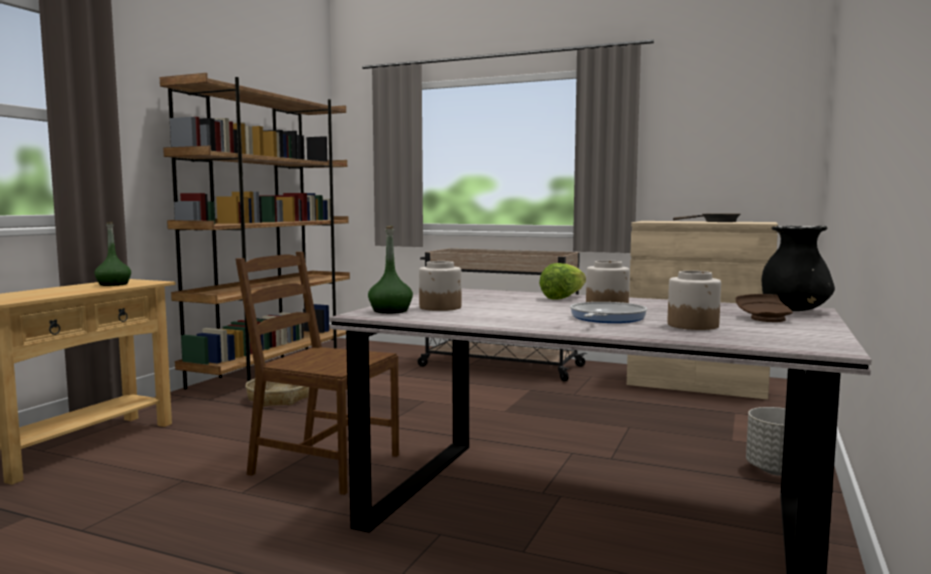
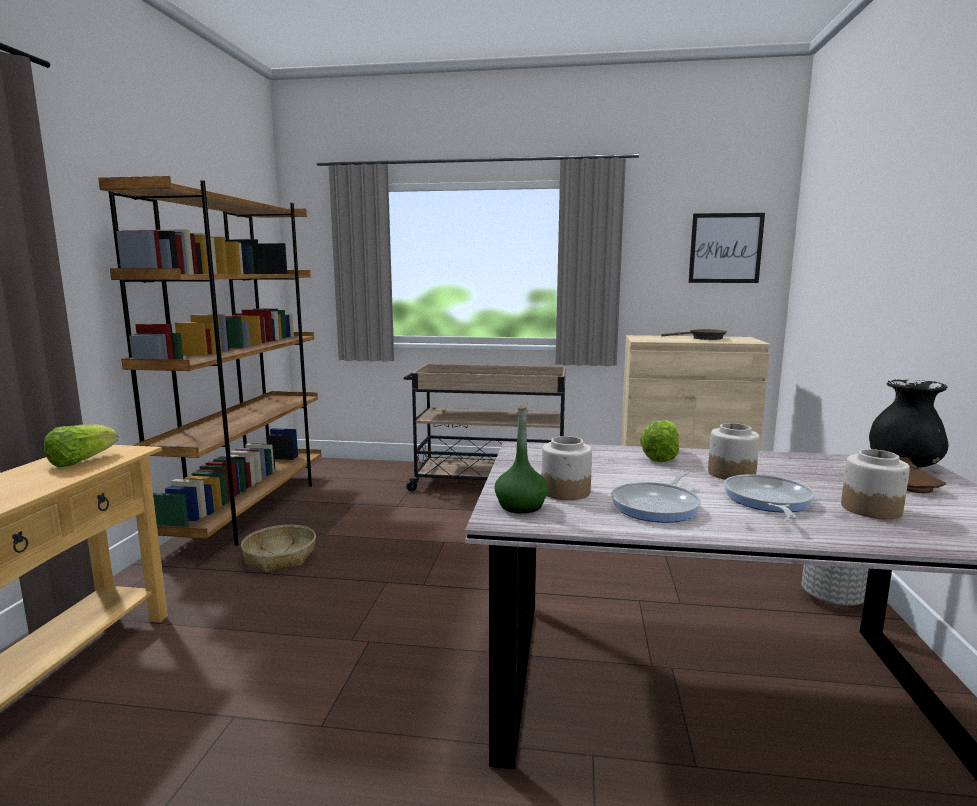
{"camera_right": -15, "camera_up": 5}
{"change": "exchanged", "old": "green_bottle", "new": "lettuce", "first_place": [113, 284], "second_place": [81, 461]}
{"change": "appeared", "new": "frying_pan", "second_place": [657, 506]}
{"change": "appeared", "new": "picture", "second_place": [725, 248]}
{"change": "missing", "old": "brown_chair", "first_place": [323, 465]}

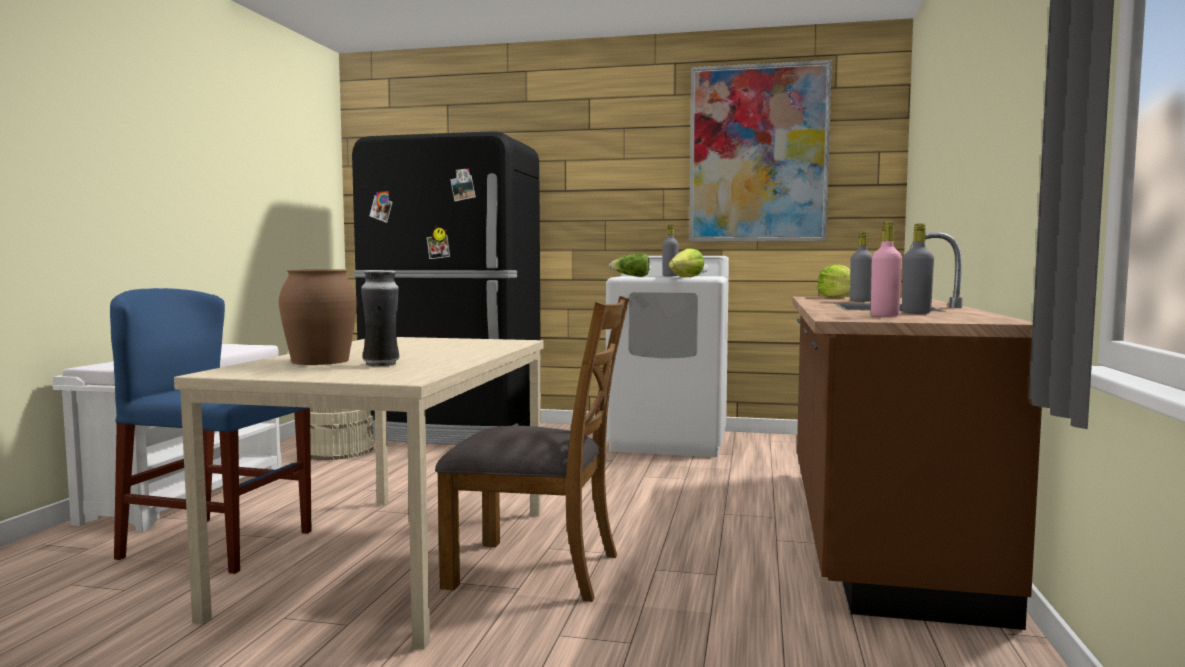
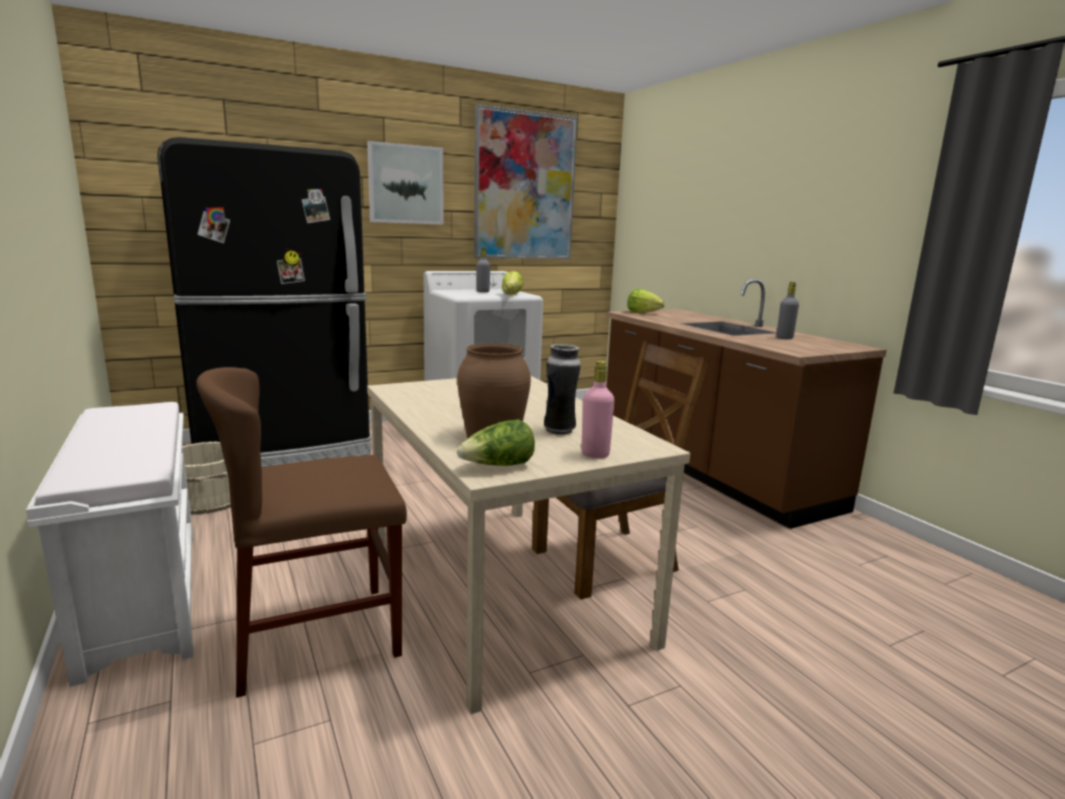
{"camera_right": -40, "camera_up": 10}
{"change": "colour", "old": "blue_chair", "new": "brown_chair", "first_place": [218, 544], "second_place": [316, 636]}
{"change": "appeared", "new": "picture", "second_place": [406, 184]}
{"change": "relocated", "old": "lettuce", "first_place": [631, 276], "second_place": [498, 466]}
{"change": "relocated", "old": "pink_bottle", "first_place": [884, 316], "second_place": [595, 454]}
{"change": "missing", "old": "grey_bottle", "first_place": [860, 301]}

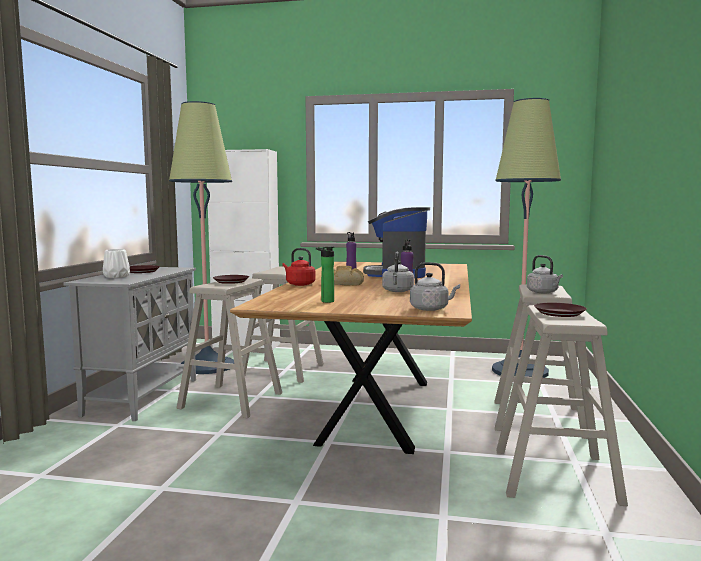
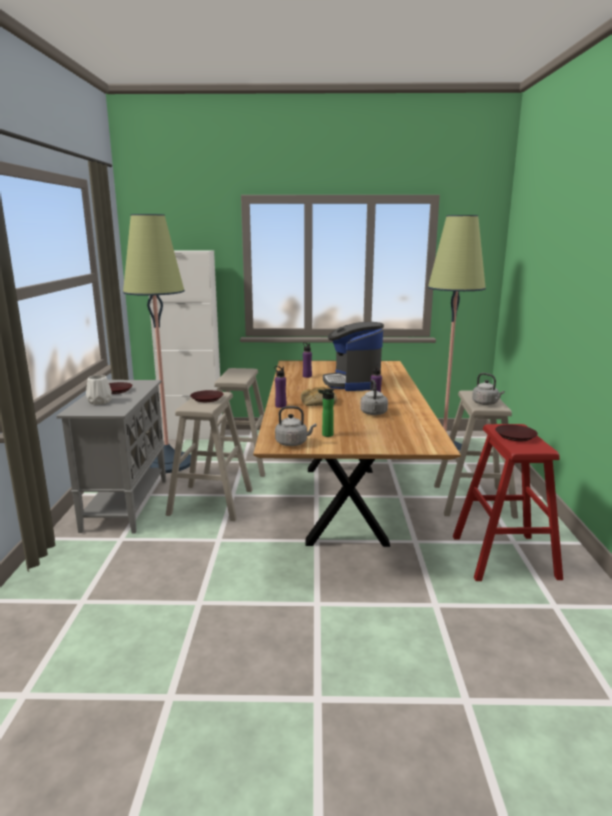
{"camera_right": -10, "camera_up": 10}
{"change": "exchanged", "old": "red_kettle", "new": "purple_bottle", "first_place": [299, 284], "second_place": [280, 406]}
{"change": "relocated", "old": "grey_kettle", "first_place": [431, 309], "second_place": [293, 443]}
{"change": "colour", "old": "beige_stool", "new": "red_stool", "first_place": [555, 476], "second_place": [504, 557]}

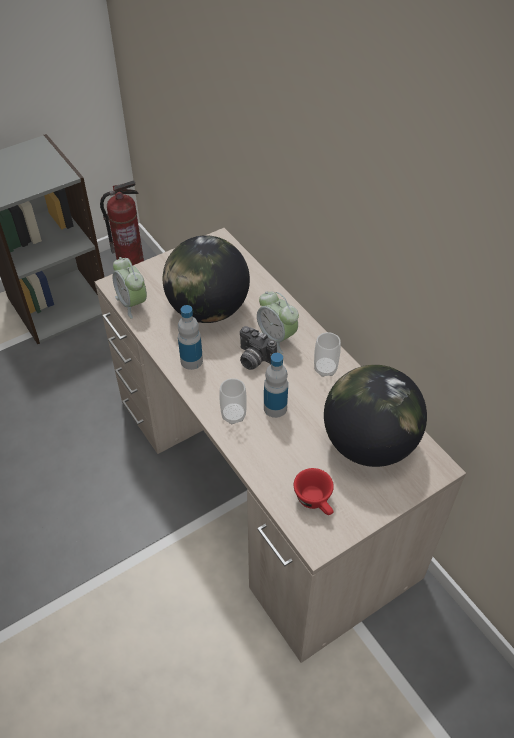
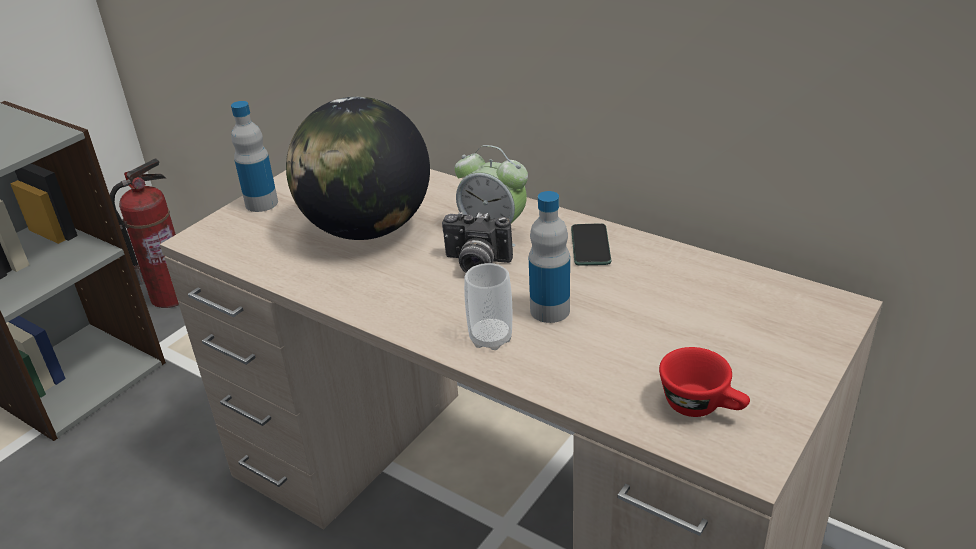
{"camera_right": -20, "camera_up": -15}
{"change": "relocated", "old": "bottle", "first_place": [191, 361], "second_place": [261, 203]}
{"change": "exchanged", "old": "cup", "new": "phone", "first_place": [325, 369], "second_place": [590, 246]}
{"change": "missing", "old": "alarm_clock", "first_place": [132, 303]}
{"change": "missing", "old": "globe", "first_place": [369, 444]}

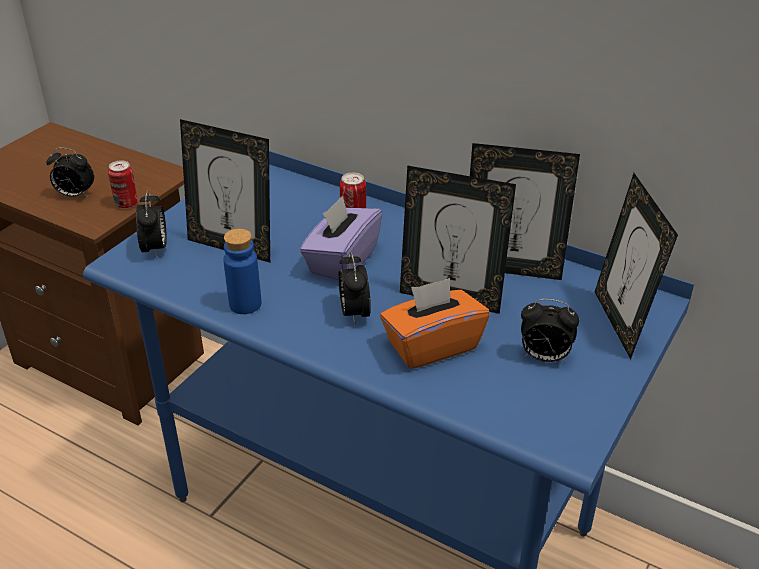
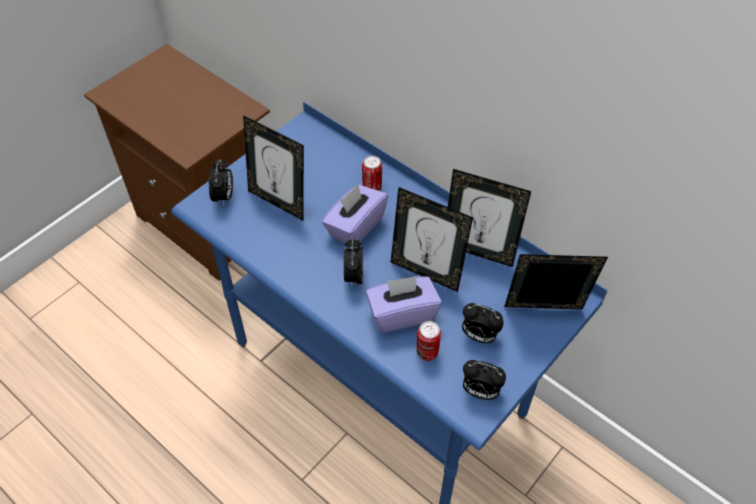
{"camera_right": 10, "camera_up": 15}
{"change": "colour", "old": "orange_tissue_box", "new": "purple_tissue_box", "first_place": [432, 345], "second_place": [402, 314]}
{"change": "relocated", "old": "can", "first_place": [126, 204], "second_place": [427, 352]}
{"change": "relocated", "old": "alarm_clock", "first_place": [75, 195], "second_place": [480, 391]}
{"change": "spun", "old": "picture_frame", "first_place": [620, 323], "second_place": [543, 313], "degrees": 90}
{"change": "missing", "old": "blue_bottle", "first_place": [245, 304]}

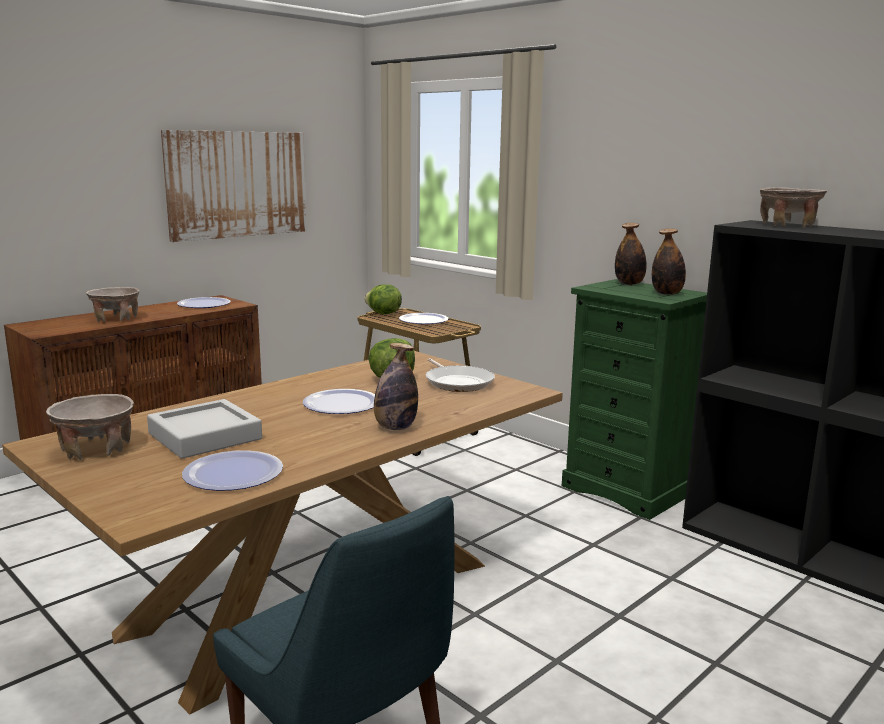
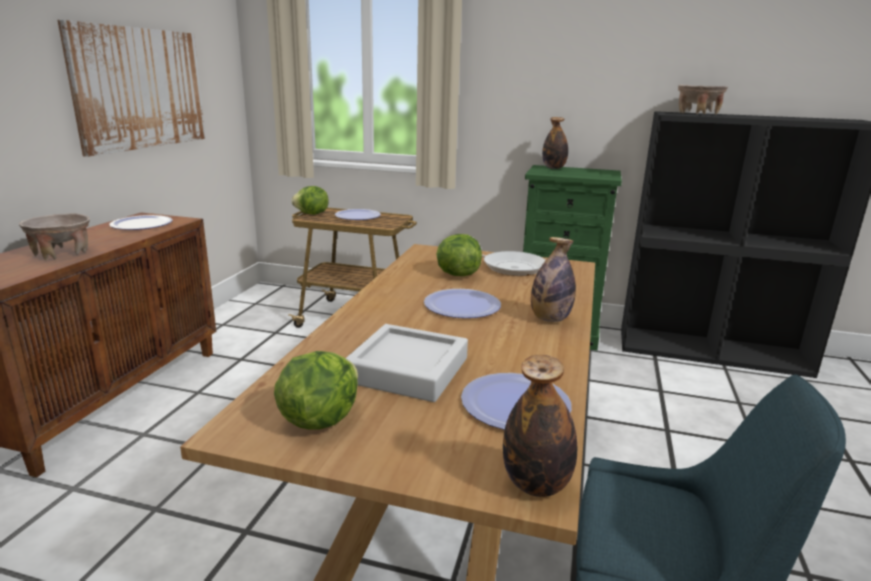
{"camera_right": -30, "camera_up": 5}
{"change": "exchanged", "old": "beige_bowl", "new": "lettuce", "first_place": [95, 449], "second_place": [319, 418]}
{"change": "relocated", "old": "bottle", "first_place": [667, 293], "second_place": [536, 484]}

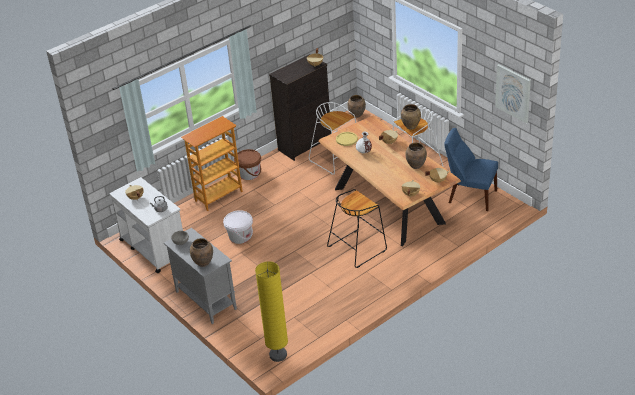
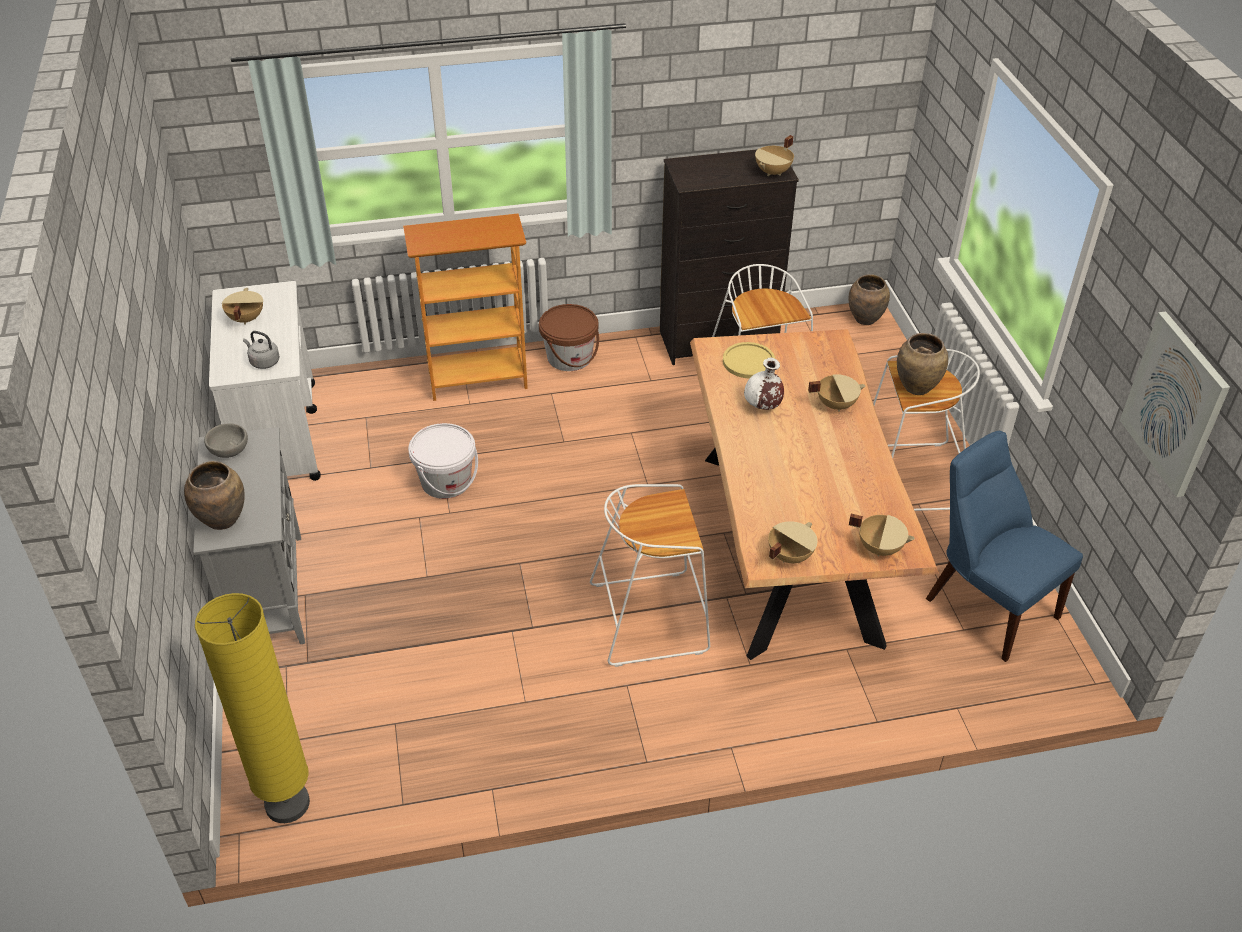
{"camera_right": 25, "camera_up": 5}
{"change": "colour", "old": "black_stool", "new": "white_stool", "first_place": [357, 248], "second_place": [650, 617]}
{"change": "missing", "old": "brown_vase", "first_place": [416, 166]}

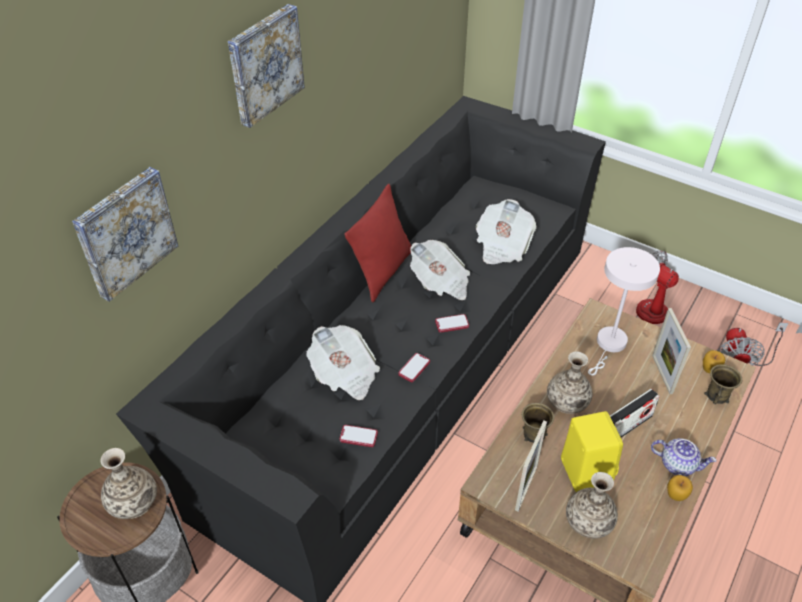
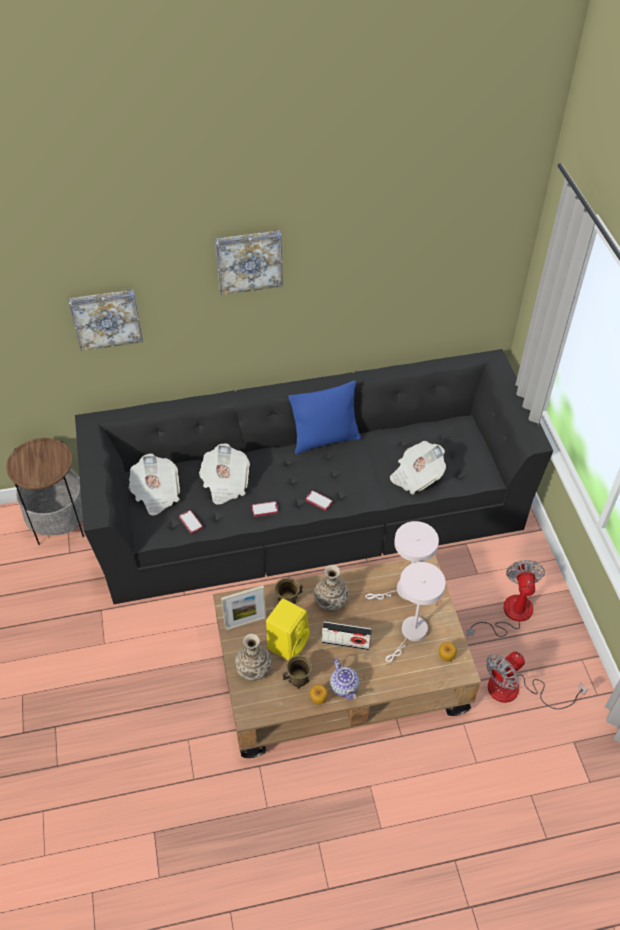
{"camera_right": 45, "camera_up": 5}
{"change": "relocated", "old": "newspaper", "first_place": [440, 283], "second_place": [156, 493]}
{"change": "relocated", "old": "brown_mug", "first_place": [717, 395], "second_place": [299, 679]}
{"change": "colour", "old": "red_pillow", "new": "blue_pillow", "first_place": [383, 272], "second_place": [325, 439]}
{"change": "exchanged", "old": "picture_frame", "new": "white_table_lamp", "first_place": [662, 374], "second_place": [411, 633]}
{"change": "missing", "old": "vase", "first_place": [133, 502]}

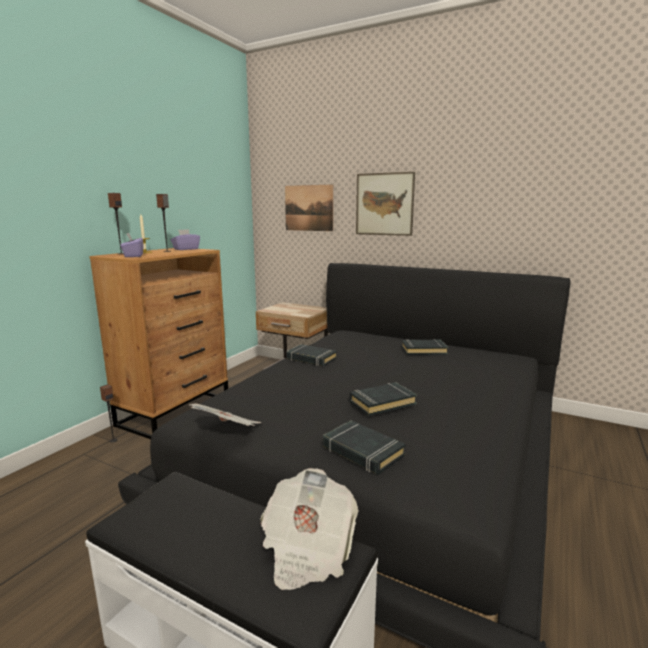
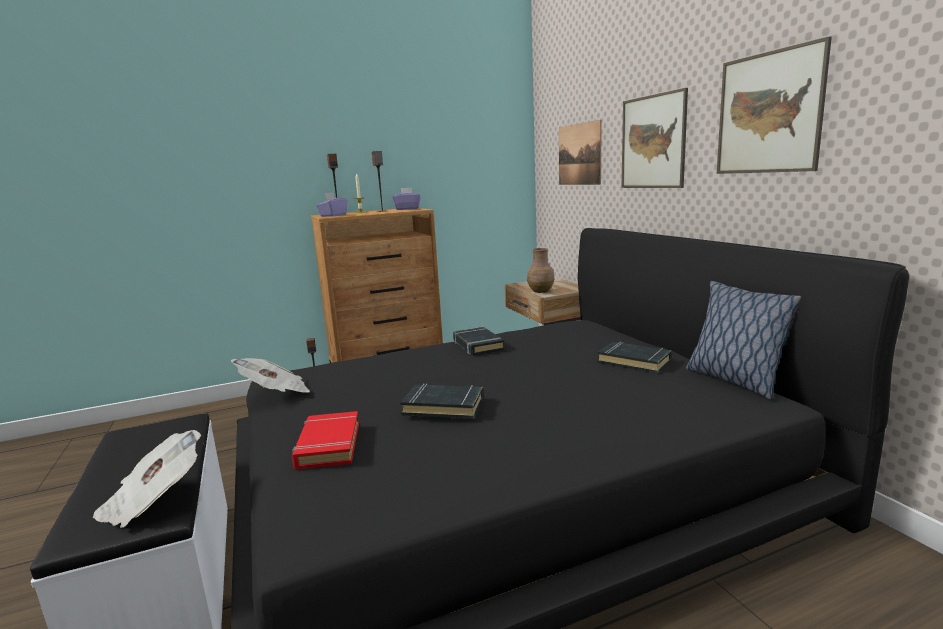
{"camera_right": 40, "camera_up": 0}
{"change": "colour", "old": "black_book", "new": "red_book", "first_place": [362, 452], "second_place": [328, 445]}
{"change": "appeared", "new": "brown_vase", "second_place": [541, 291]}
{"change": "appeared", "new": "pillow", "second_place": [734, 380]}
{"change": "appeared", "new": "picture", "second_place": [768, 113]}

